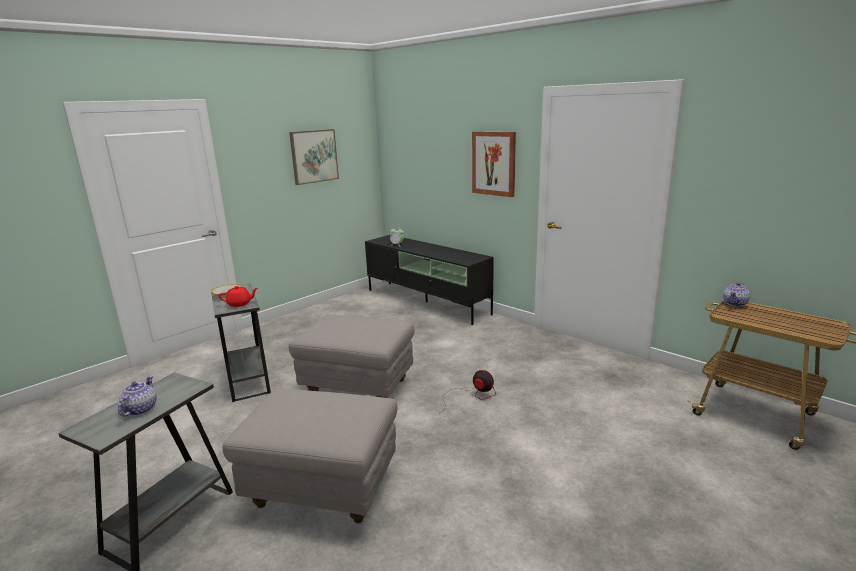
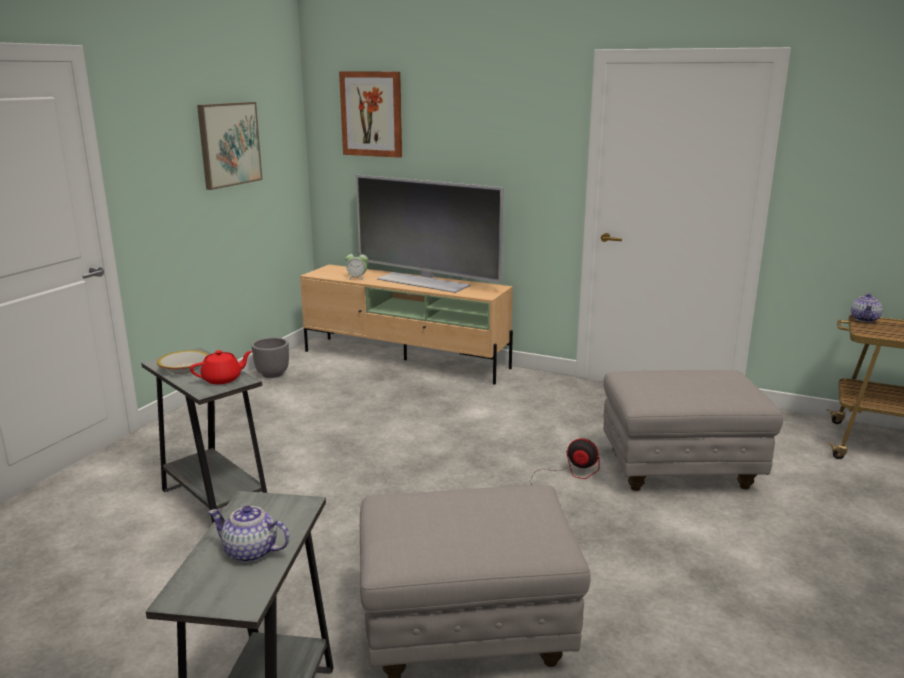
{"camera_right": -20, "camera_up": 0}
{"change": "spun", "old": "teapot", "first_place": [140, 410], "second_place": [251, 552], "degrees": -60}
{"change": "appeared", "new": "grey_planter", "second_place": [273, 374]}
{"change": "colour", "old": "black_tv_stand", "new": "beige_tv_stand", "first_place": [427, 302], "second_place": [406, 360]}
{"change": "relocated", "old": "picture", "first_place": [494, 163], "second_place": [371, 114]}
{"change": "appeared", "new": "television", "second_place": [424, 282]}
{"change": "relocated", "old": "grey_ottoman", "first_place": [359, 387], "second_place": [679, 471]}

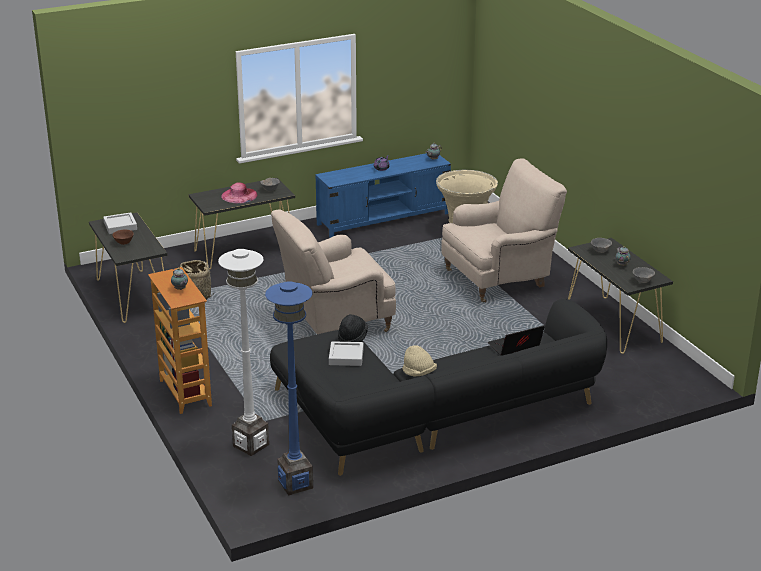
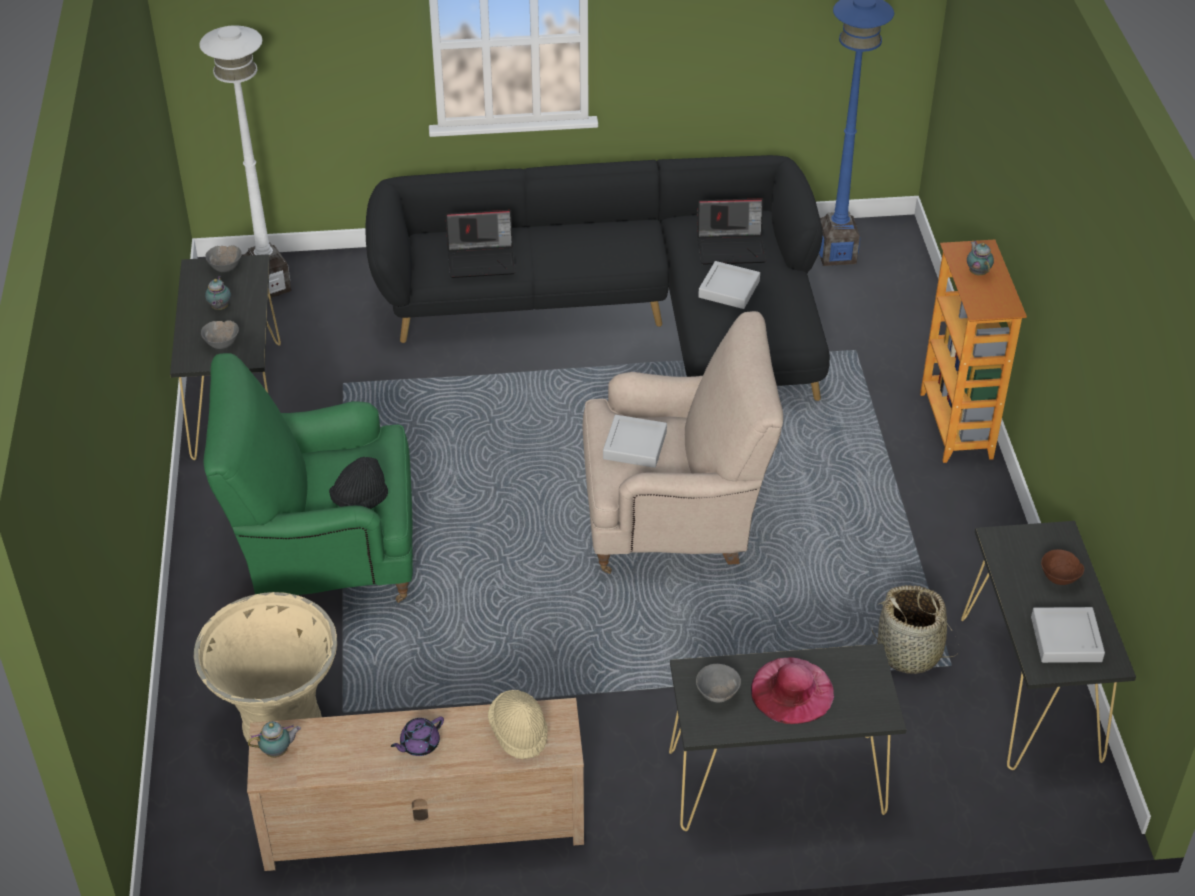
{"camera_right": -160, "camera_up": 15}
{"change": "relocated", "old": "white_floor_lamp", "first_place": [250, 445], "second_place": [269, 286]}
{"change": "colour", "old": "beige_armchair", "new": "green_armchair", "first_place": [499, 278], "second_place": [326, 555]}
{"change": "colour", "old": "blue_tv_stand", "new": "beige_tv_stand", "first_place": [384, 219], "second_place": [422, 823]}
{"change": "relocated", "old": "black_hat", "first_place": [352, 338], "second_place": [360, 500]}
{"change": "relocated", "old": "beige_hat", "first_place": [419, 373], "second_place": [519, 732]}
{"change": "appeared", "new": "grey_tray", "second_place": [635, 445]}
{"change": "appeared", "new": "laptop", "second_place": [732, 248]}

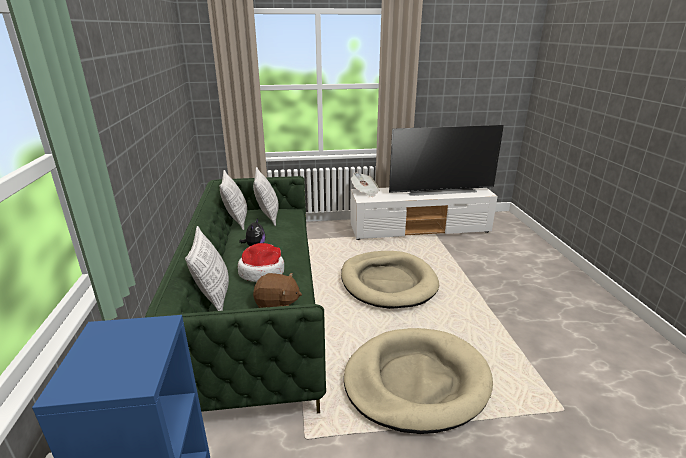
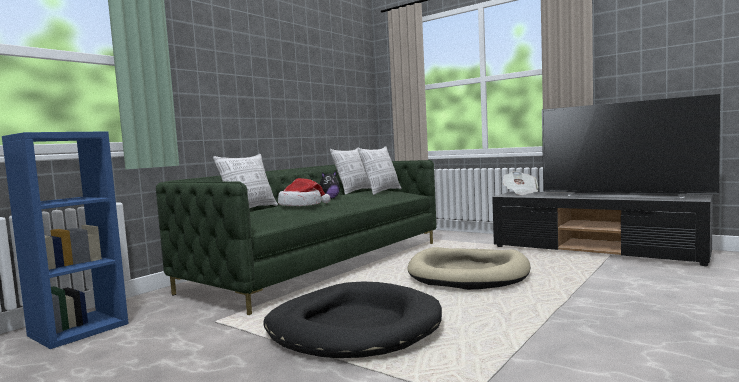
{"camera_right": 45, "camera_up": -20}
{"change": "colour", "old": "beige_dog_bed", "new": "black_dog_bed", "first_place": [416, 382], "second_place": [353, 327]}
{"change": "colour", "old": "white_tv_stand", "new": "black_tv_stand", "first_place": [420, 229], "second_place": [596, 251]}
{"change": "missing", "old": "brown_plush_toy", "first_place": [277, 304]}

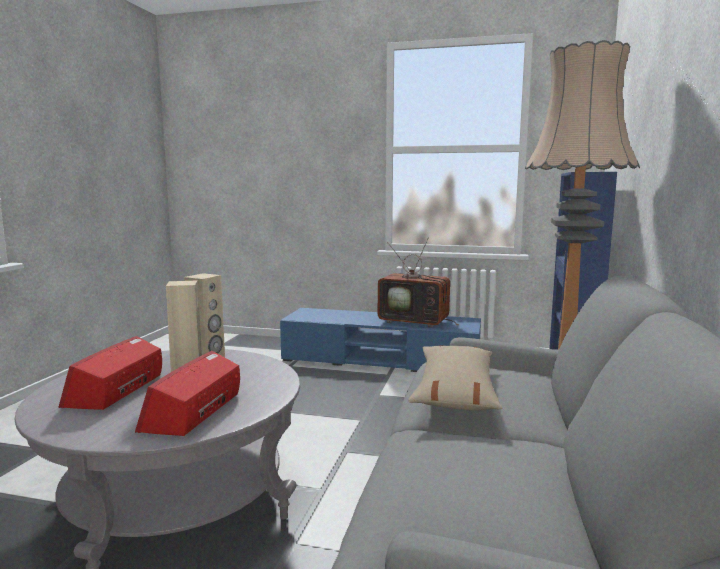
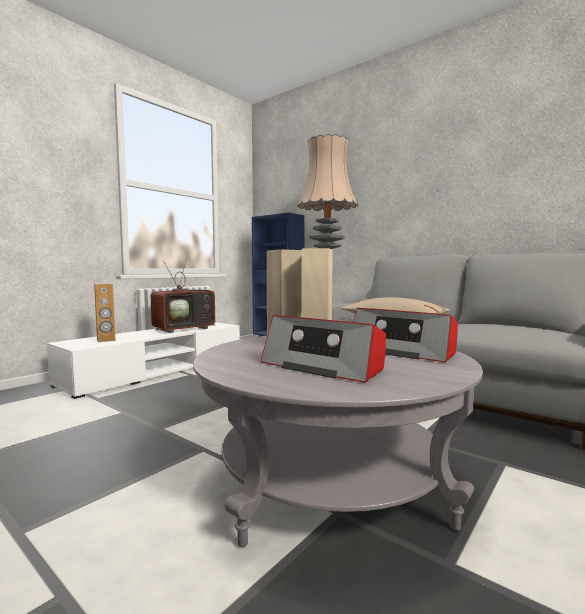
{"camera_right": -65, "camera_up": -5}
{"change": "colour", "old": "blue_tv_stand", "new": "white_tv_stand", "first_place": [381, 360], "second_place": [157, 371]}
{"change": "appeared", "new": "brown_speaker", "second_place": [106, 340]}

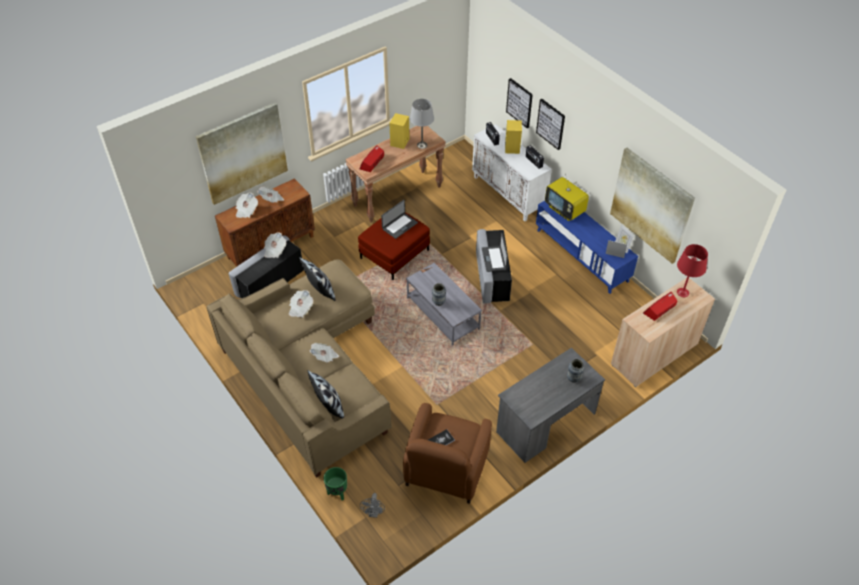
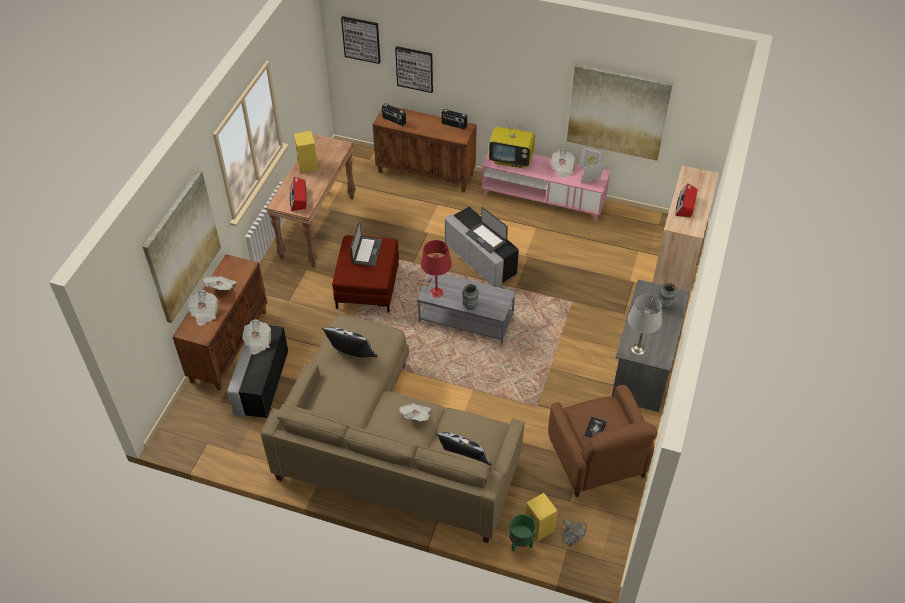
{"camera_right": -35, "camera_up": 0}
{"change": "relocated", "old": "picture", "first_place": [551, 124], "second_place": [361, 39]}
{"change": "colour", "old": "white_cabinet", "new": "brown_cabinet", "first_place": [508, 194], "second_place": [426, 173]}
{"change": "relocated", "old": "red_table_lamp", "first_place": [683, 292], "second_place": [436, 292]}
{"change": "colour", "old": "blue_tv_stand", "new": "pink_tv_stand", "first_place": [581, 255], "second_place": [543, 198]}
{"change": "relocated", "old": "yellow_speaker", "first_place": [512, 148], "second_place": [540, 527]}
{"change": "relocated", "old": "newspaper", "first_place": [300, 309], "second_place": [562, 169]}
{"change": "relocated", "old": "grey_table_lamp", "first_place": [422, 145], "second_place": [638, 349]}

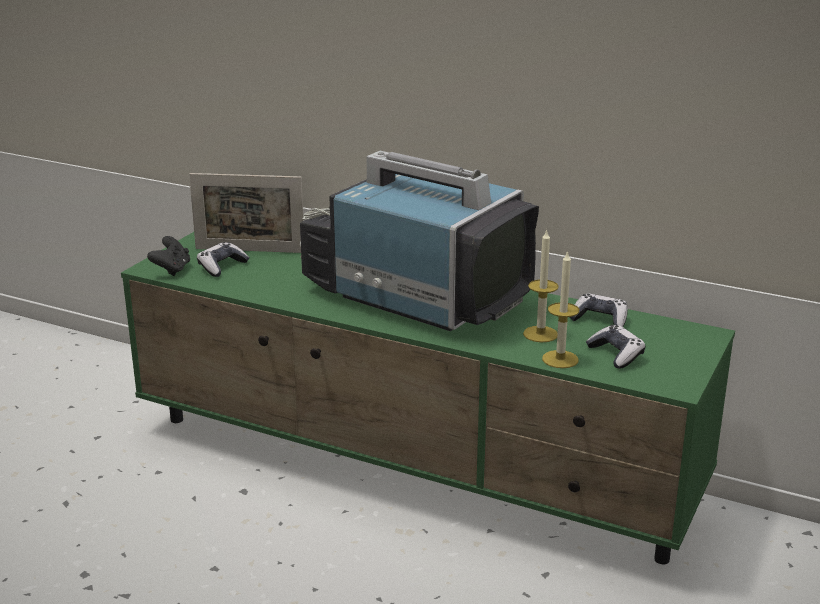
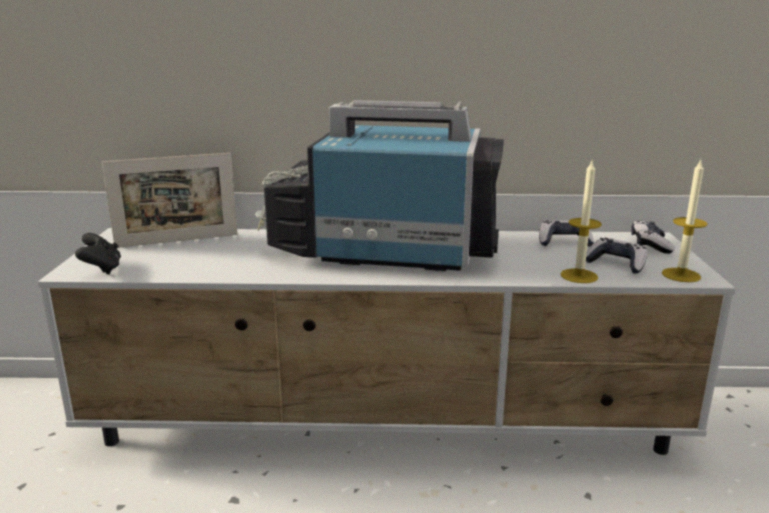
{"camera_right": -25, "camera_up": -5}
{"change": "colour", "old": "green_tv_stand", "new": "white_tv_stand", "first_place": [413, 468], "second_place": [387, 427]}
{"change": "relocated", "old": "game_controller", "first_place": [222, 266], "second_place": [650, 245]}
{"change": "relocated", "old": "candle", "first_place": [540, 334], "second_place": [681, 275]}

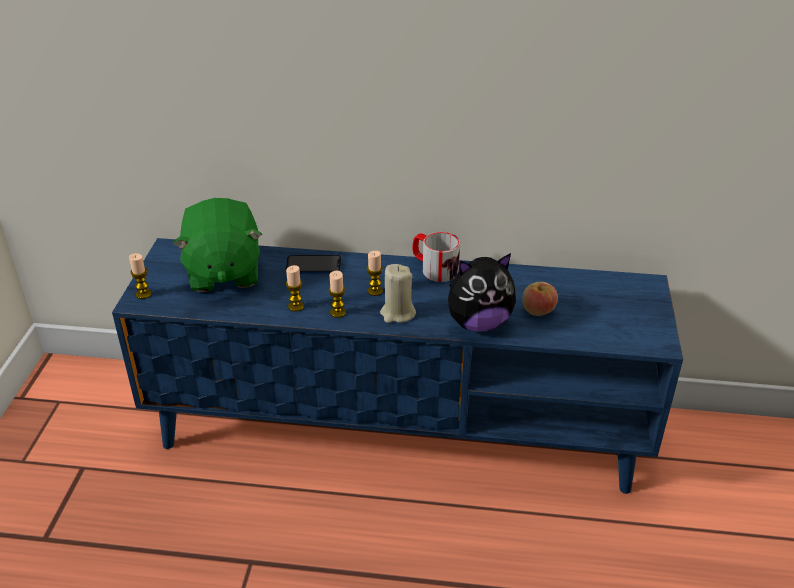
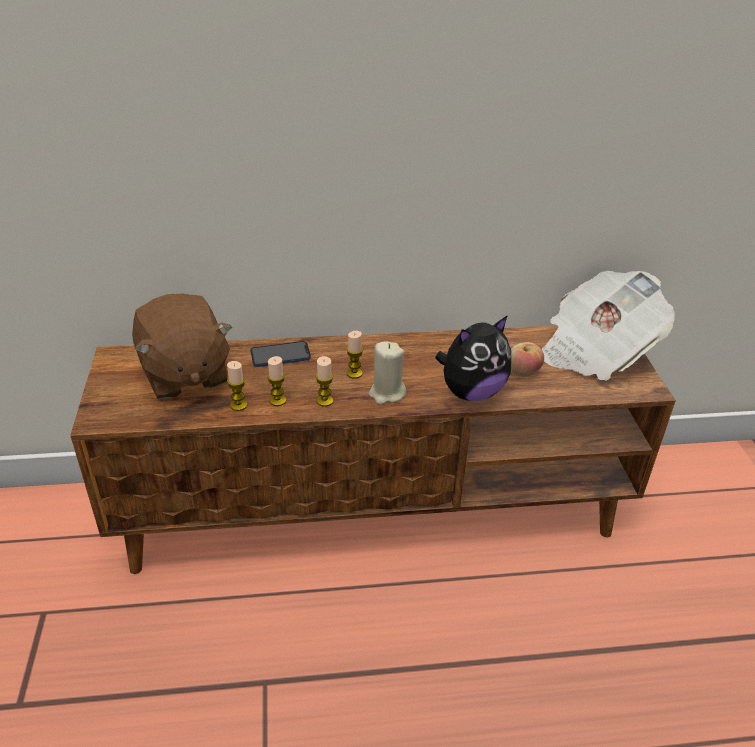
{"camera_right": -15, "camera_up": 0}
{"change": "colour", "old": "blue_tv_stand", "new": "brown_tv_stand", "first_place": [399, 430], "second_place": [374, 512]}
{"change": "colour", "old": "green_plush_toy", "new": "brown_plush_toy", "first_place": [223, 272], "second_place": [184, 374]}
{"change": "relocated", "old": "candle", "first_place": [143, 294], "second_place": [238, 405]}
{"change": "appeared", "new": "newspaper", "second_place": [596, 350]}
{"change": "missing", "old": "mug", "first_place": [434, 268]}

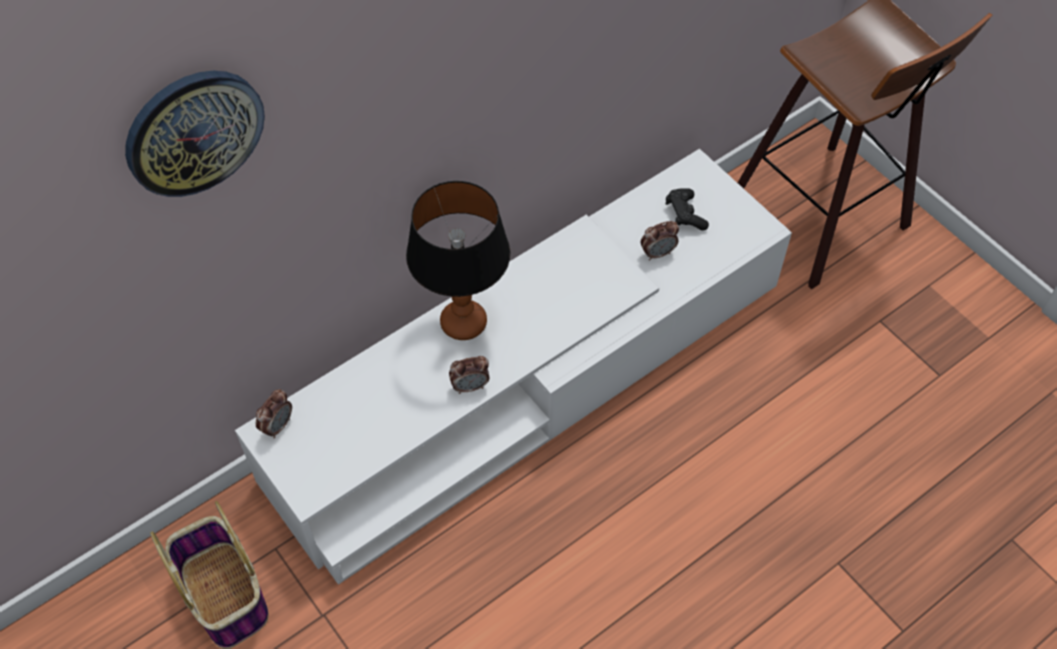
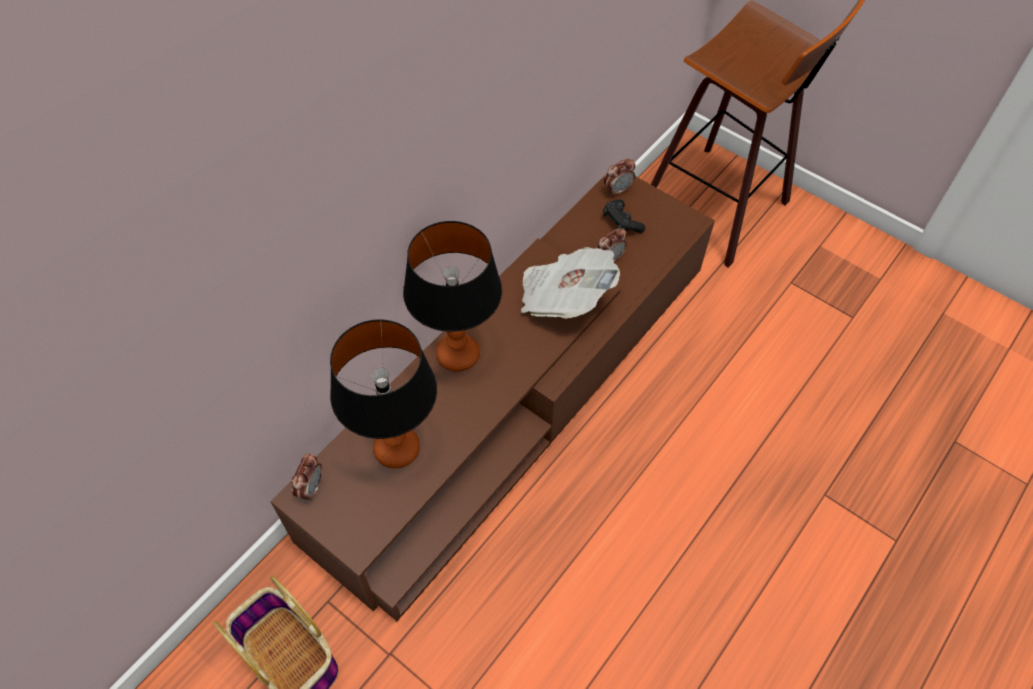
{"camera_right": -15, "camera_up": 0}
{"change": "colour", "old": "white_tv_stand", "new": "brown_tv_stand", "first_place": [528, 381], "second_place": [515, 395]}
{"change": "appeared", "new": "table_lamp", "second_place": [397, 449]}
{"change": "appeared", "new": "newspaper", "second_place": [564, 297]}
{"change": "relocated", "old": "alarm_clock", "first_place": [470, 386], "second_place": [617, 190]}
{"change": "missing", "old": "wall_clock", "first_place": [194, 132]}

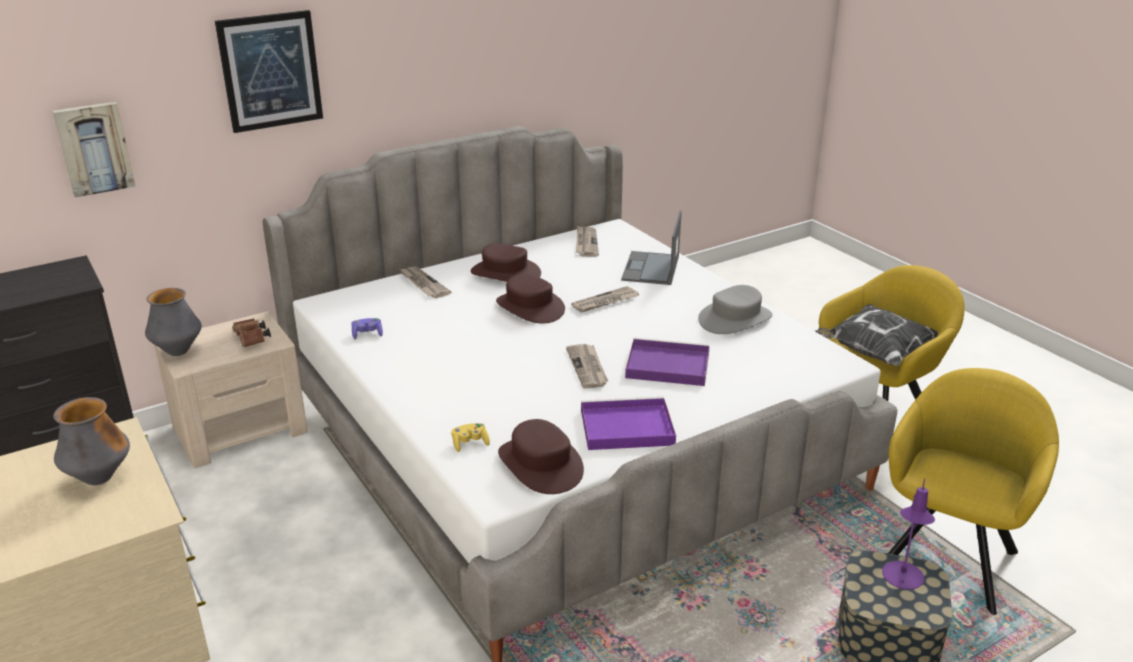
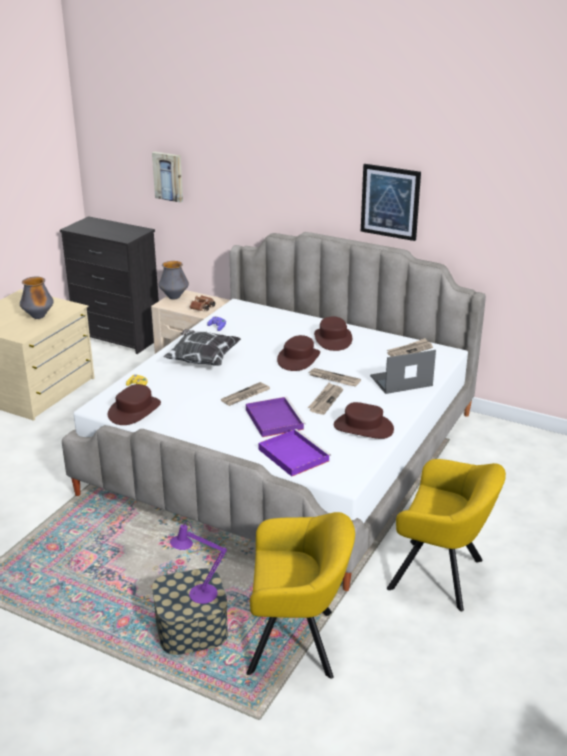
{"camera_right": 60, "camera_up": 0}
{"change": "relocated", "old": "pillow", "first_place": [874, 353], "second_place": [202, 360]}
{"change": "relocated", "old": "purple_tray", "first_place": [624, 428], "second_place": [292, 454]}
{"change": "relocated", "old": "newspaper", "first_place": [423, 284], "second_place": [325, 400]}
{"change": "colour", "old": "grey_hat", "new": "brown_hat", "first_place": [735, 319], "second_place": [363, 427]}
{"change": "relocated", "old": "picture", "first_place": [270, 71], "second_place": [390, 202]}

